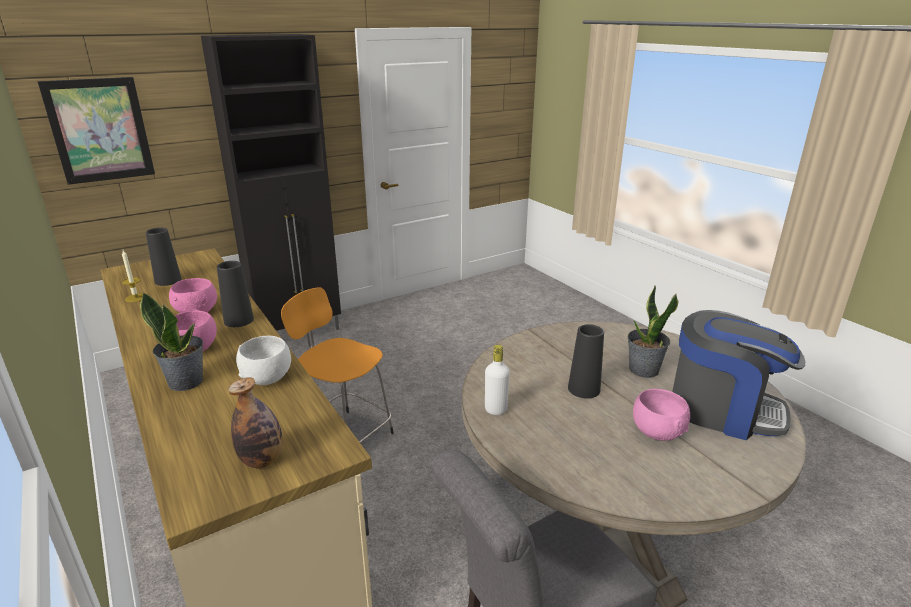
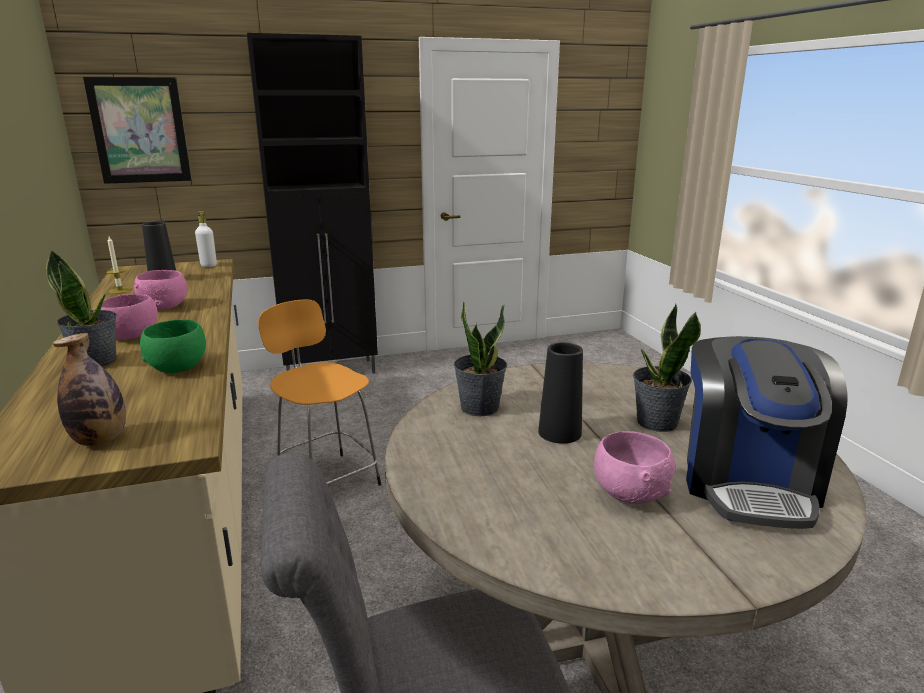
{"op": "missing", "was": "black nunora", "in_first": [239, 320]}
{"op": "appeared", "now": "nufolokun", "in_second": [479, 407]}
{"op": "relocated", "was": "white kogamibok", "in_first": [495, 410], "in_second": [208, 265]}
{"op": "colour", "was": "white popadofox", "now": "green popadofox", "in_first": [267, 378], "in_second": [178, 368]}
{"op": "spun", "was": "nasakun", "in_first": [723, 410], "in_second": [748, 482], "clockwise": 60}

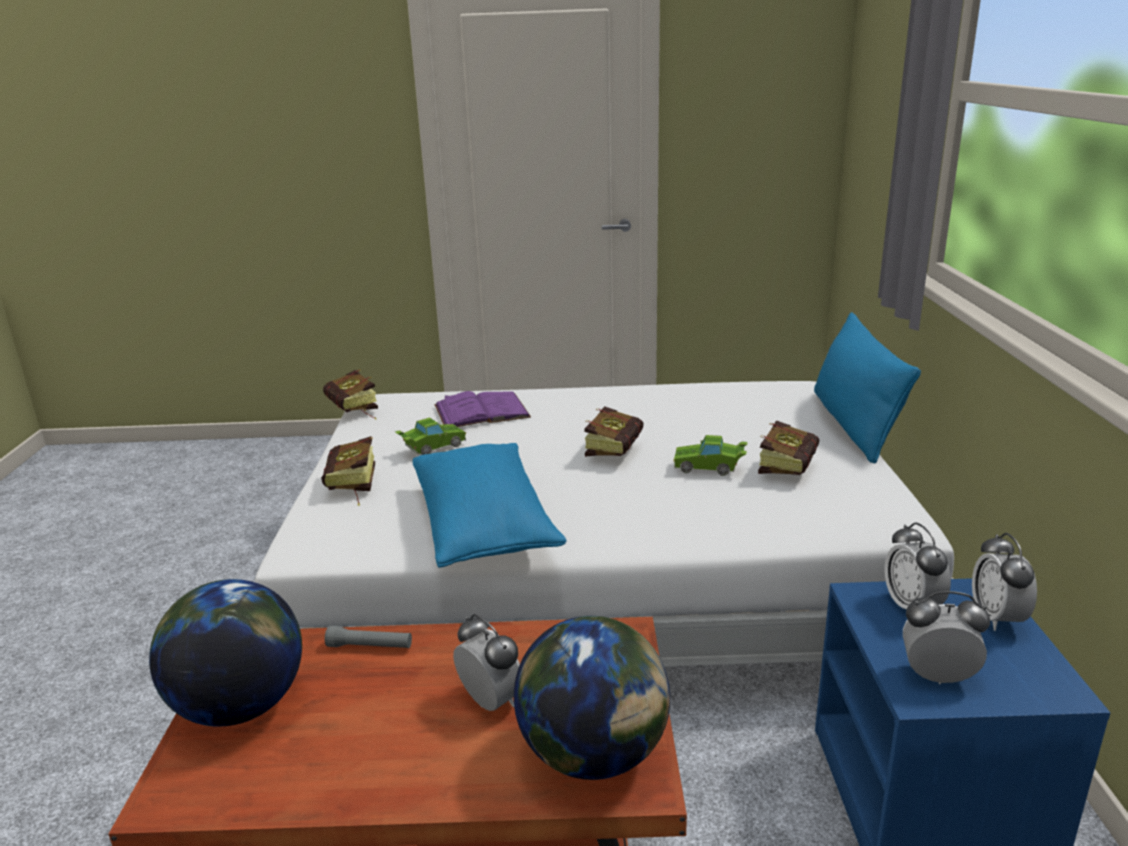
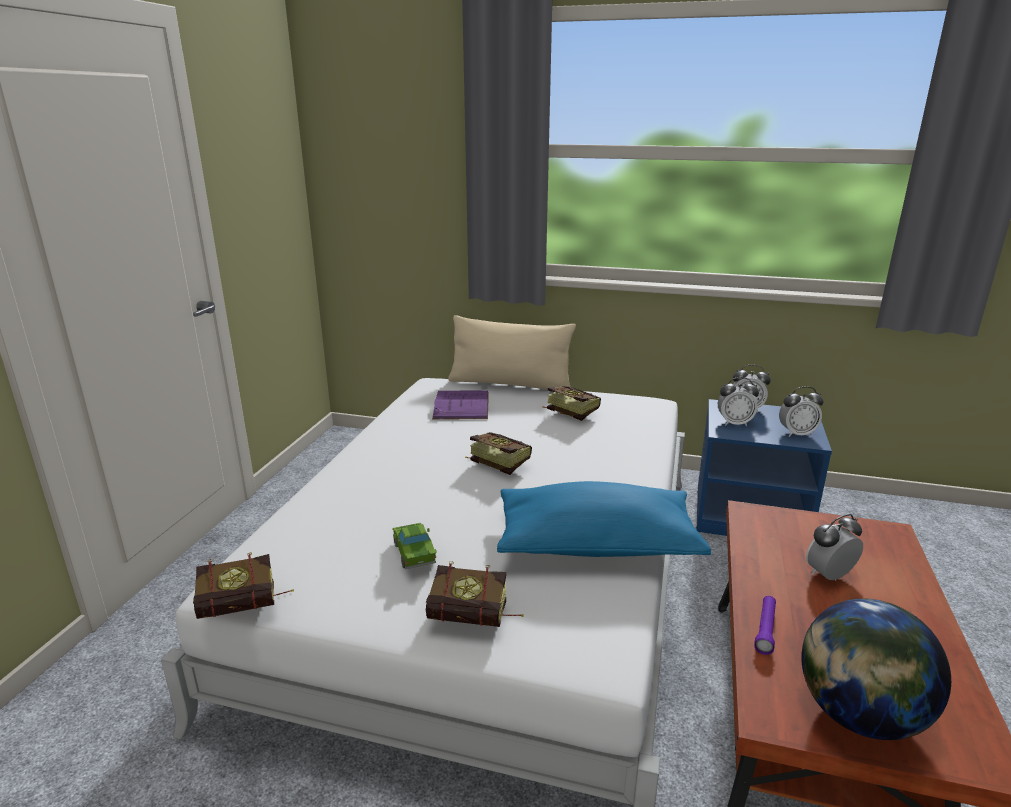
{"op": "missing", "was": "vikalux", "in_first": [594, 755]}
{"op": "missing", "was": "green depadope", "in_first": [709, 467]}
{"op": "relocated", "was": "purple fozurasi", "in_first": [481, 411], "in_second": [461, 405]}
{"op": "colour", "was": "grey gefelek", "now": "purple gefelek", "in_first": [370, 646], "in_second": [765, 630]}
{"op": "colour", "was": "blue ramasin", "now": "beige ramasin", "in_first": [854, 424], "in_second": [510, 384]}
{"op": "spun", "was": "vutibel", "in_first": [938, 676], "in_second": [796, 434], "clockwise": -120}

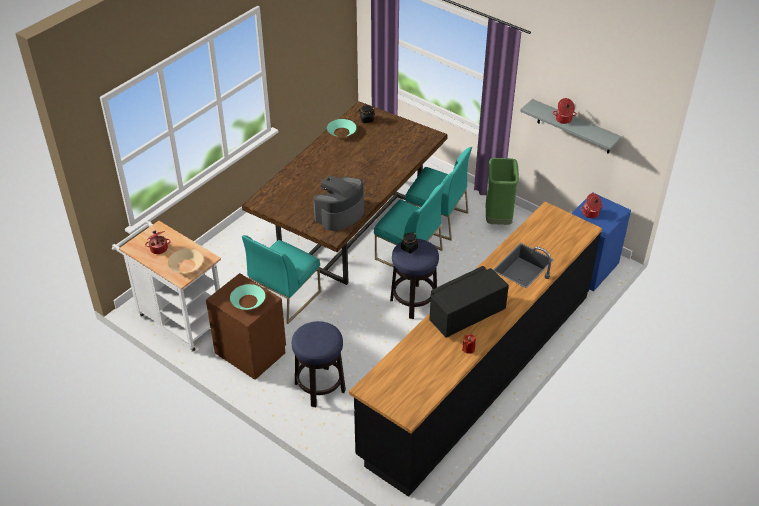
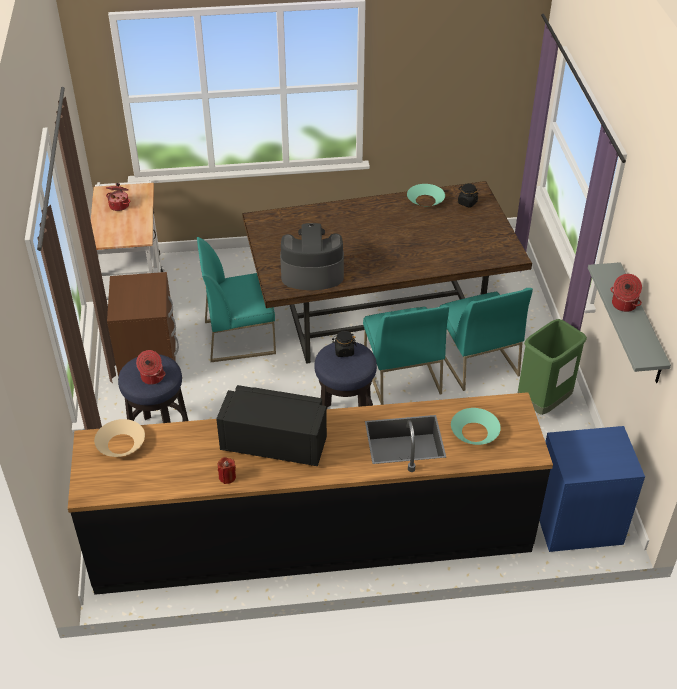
{"op": "relocated", "was": "beige popadofox", "in_first": [186, 265], "in_second": [121, 444]}
{"op": "relocated", "was": "turquoise popadofox", "in_first": [248, 301], "in_second": [474, 431]}
{"op": "relocated", "was": "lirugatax", "in_first": [590, 213], "in_second": [152, 377]}

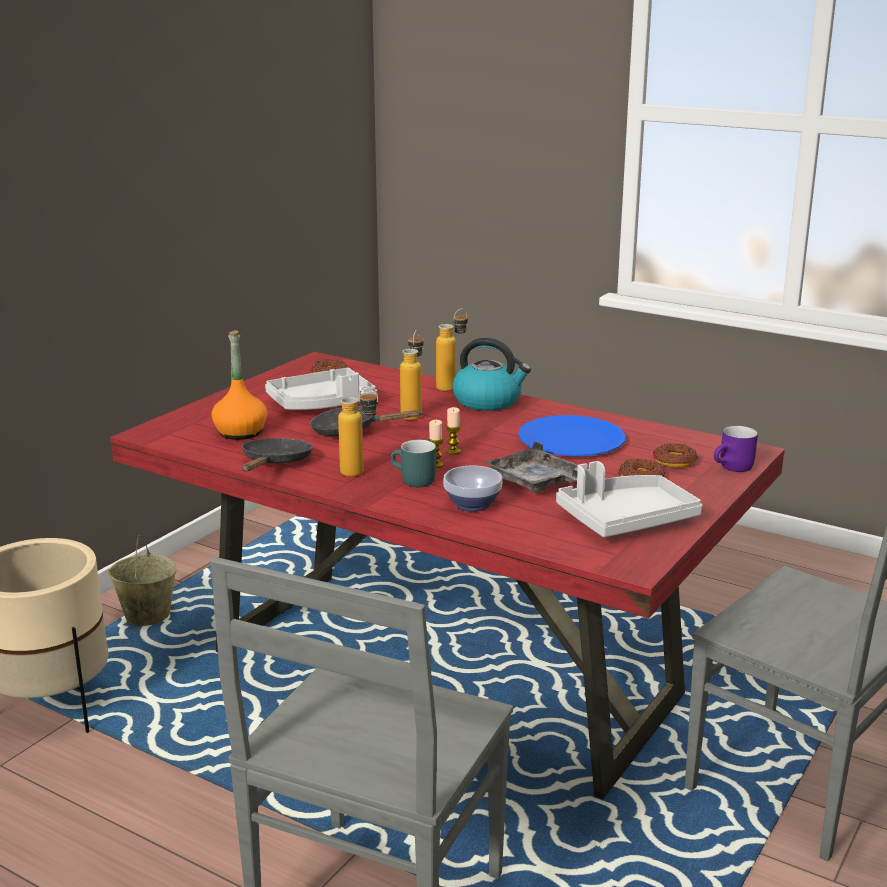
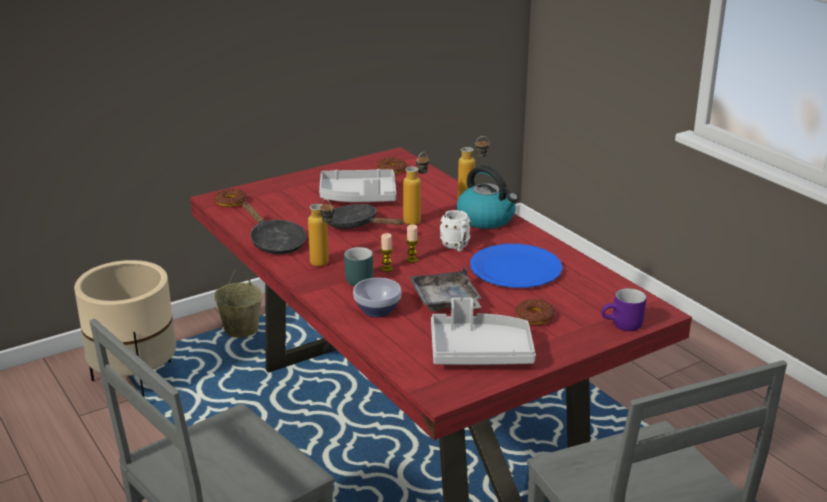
{"op": "missing", "was": "orange kogamibok", "in_first": [240, 432]}
{"op": "appeared", "now": "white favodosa", "in_second": [456, 247]}
{"op": "relocated", "was": "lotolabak", "in_first": [674, 461], "in_second": [231, 202]}
{"op": "spun", "was": "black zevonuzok", "in_first": [275, 463], "in_second": [275, 242], "clockwise": 105}

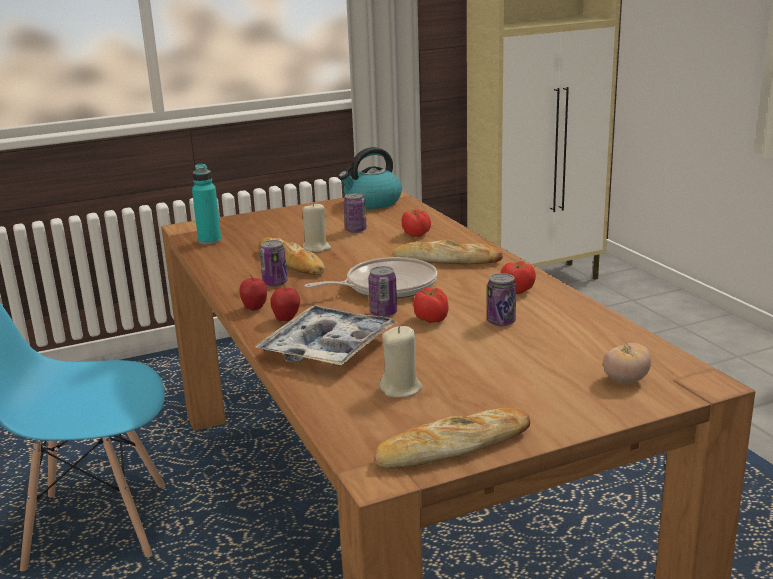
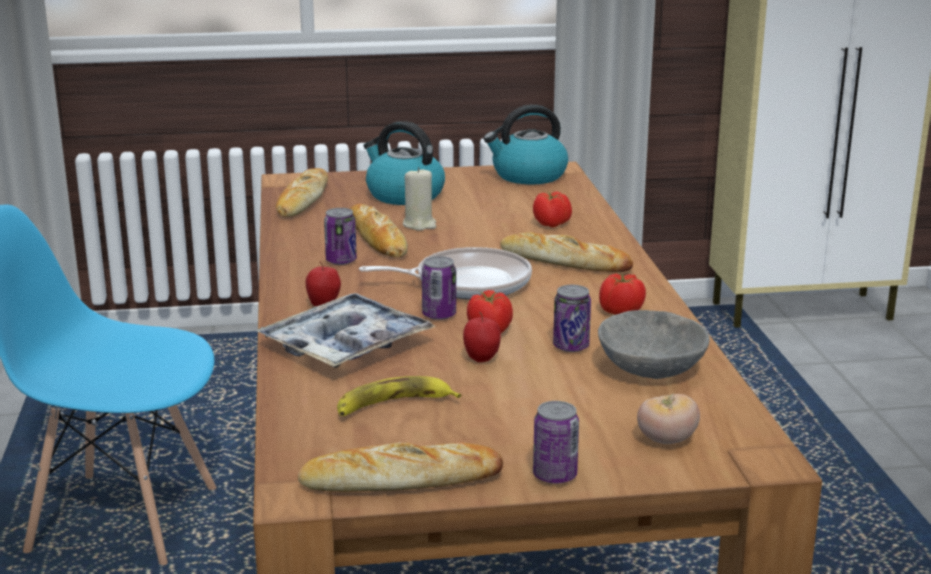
{"op": "appeared", "now": "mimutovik", "in_second": [403, 195]}
{"op": "appeared", "now": "grey popadofox", "in_second": [650, 369]}
{"op": "relocated", "was": "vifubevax", "in_first": [255, 309], "in_second": [481, 360]}
{"op": "relocated", "was": "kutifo", "in_first": [355, 230], "in_second": [554, 476]}
{"op": "exchanged", "was": "turquoise kogamibok", "now": "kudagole", "in_first": [209, 241], "in_second": [302, 200]}
{"op": "exchanged", "was": "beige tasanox", "now": "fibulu", "in_first": [401, 389], "in_second": [393, 405]}

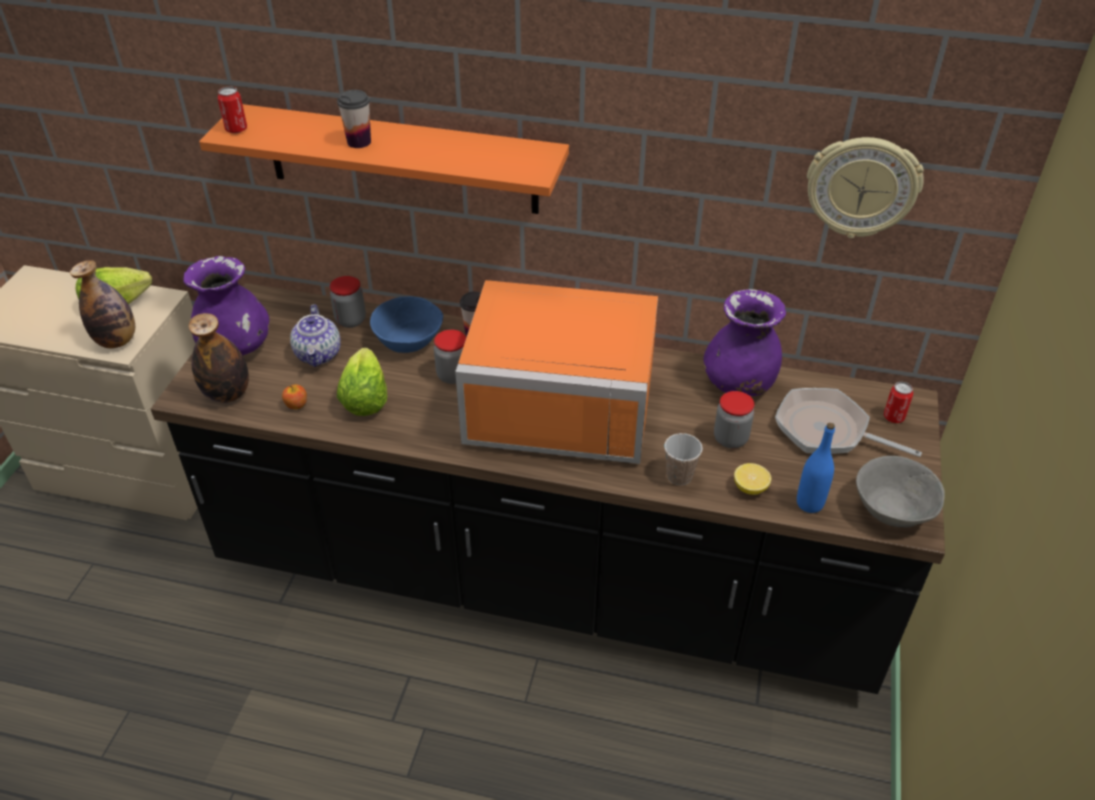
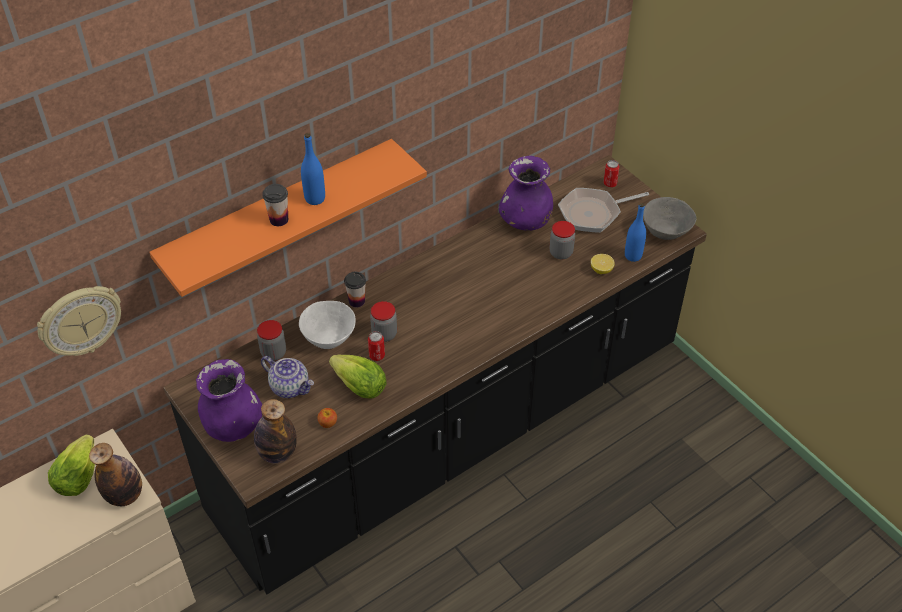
{"op": "missing", "was": "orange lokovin", "in_first": [563, 399]}
{"op": "missing", "was": "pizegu", "in_first": [679, 476]}
{"op": "appeared", "now": "blue kogamibok", "in_second": [315, 198]}
{"op": "relocated", "was": "kutifo", "in_first": [236, 129], "in_second": [377, 355]}
{"op": "relocated", "was": "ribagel", "in_first": [862, 187], "in_second": [80, 321]}
{"op": "colour", "was": "blue popadofox", "now": "white popadofox", "in_first": [408, 342], "in_second": [329, 337]}

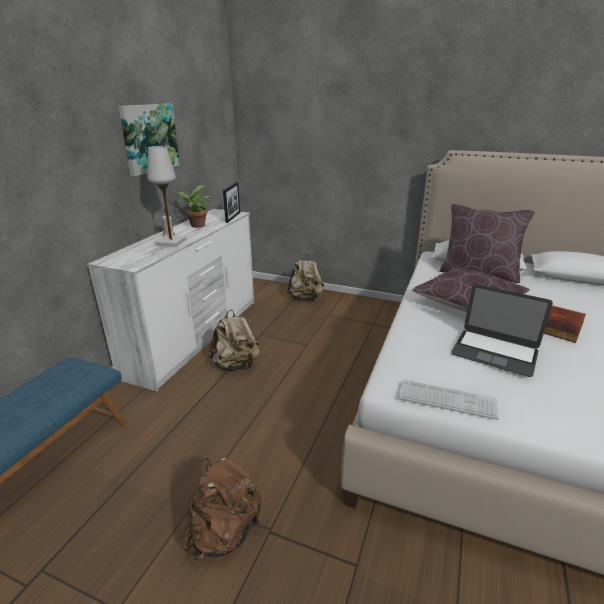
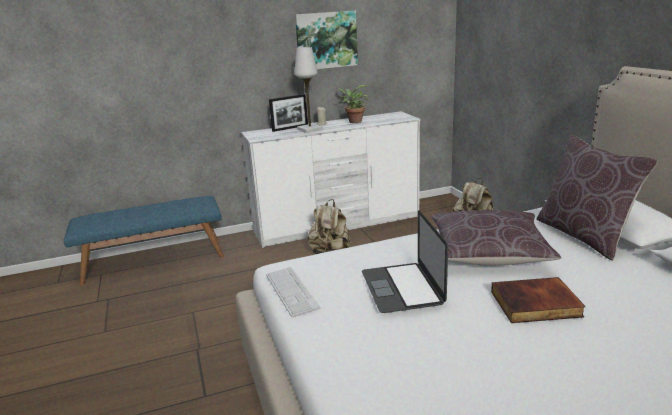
{"op": "missing", "was": "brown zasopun", "in_first": [224, 532]}
{"op": "relocated", "was": "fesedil", "in_first": [233, 217], "in_second": [290, 128]}

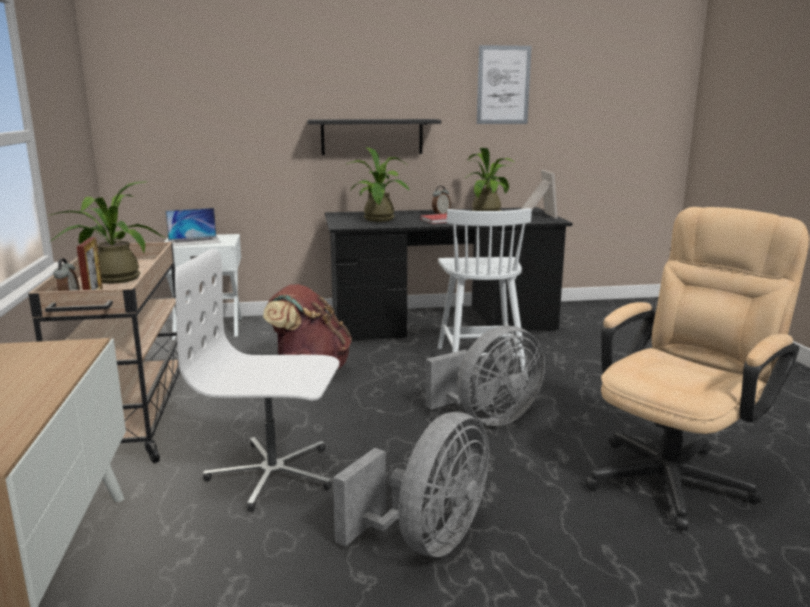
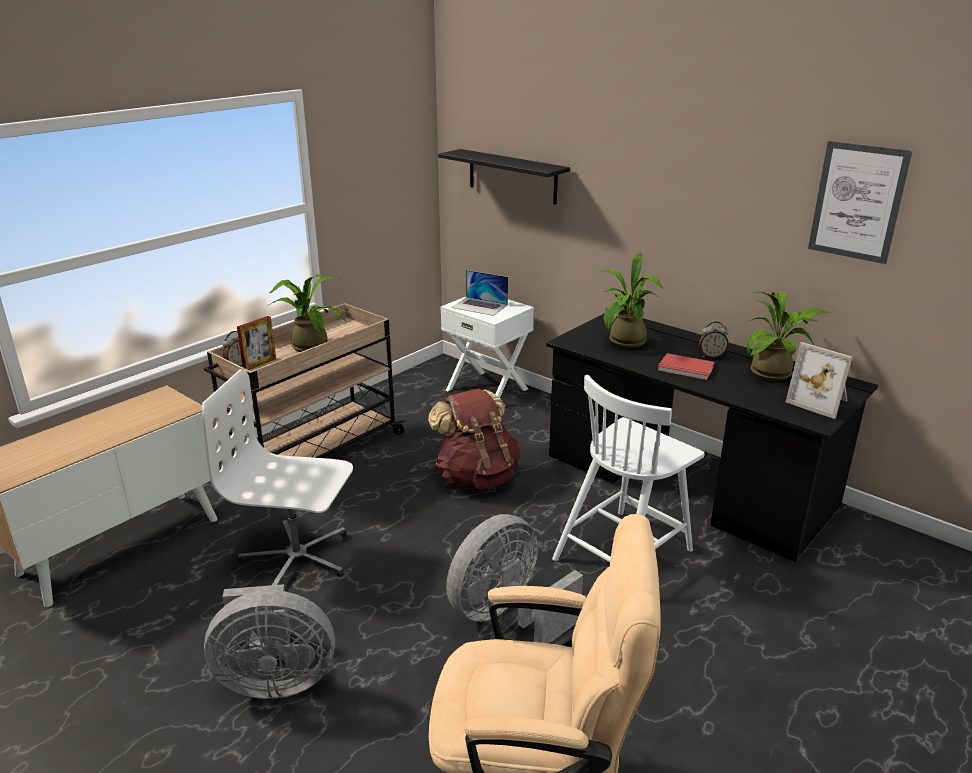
{"op": "relocated", "was": "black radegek", "in_first": [372, 136], "in_second": [512, 176]}
{"op": "spun", "was": "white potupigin", "in_first": [273, 474], "in_second": [297, 558], "clockwise": -45}
{"op": "spun", "was": "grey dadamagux", "in_first": [488, 418], "in_second": [506, 616], "clockwise": 120}
{"op": "spun", "was": "fesedil", "in_first": [535, 215], "in_second": [820, 402], "clockwise": 90}

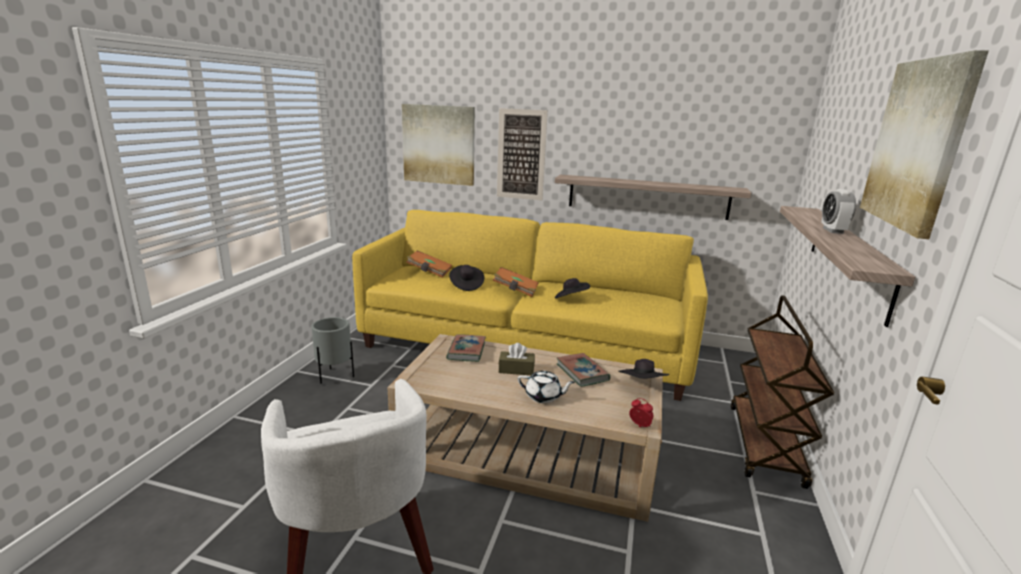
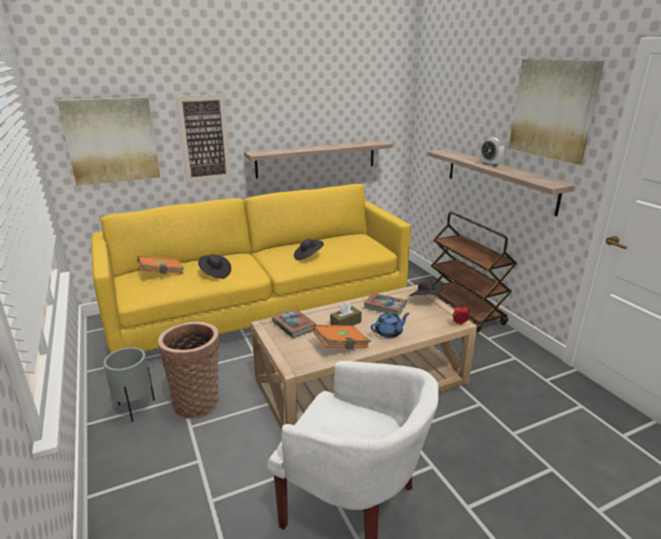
{"op": "appeared", "now": "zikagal", "in_second": [197, 401]}
{"op": "relocated", "was": "orange fozurasi", "in_first": [515, 290], "in_second": [341, 346]}
{"op": "colour", "was": "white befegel", "now": "blue befegel", "in_first": [544, 397], "in_second": [389, 333]}

